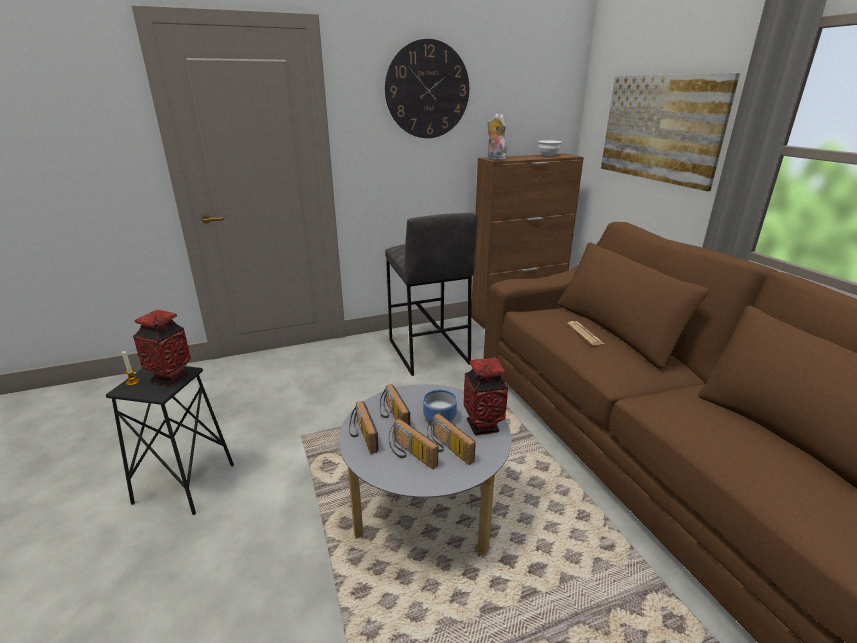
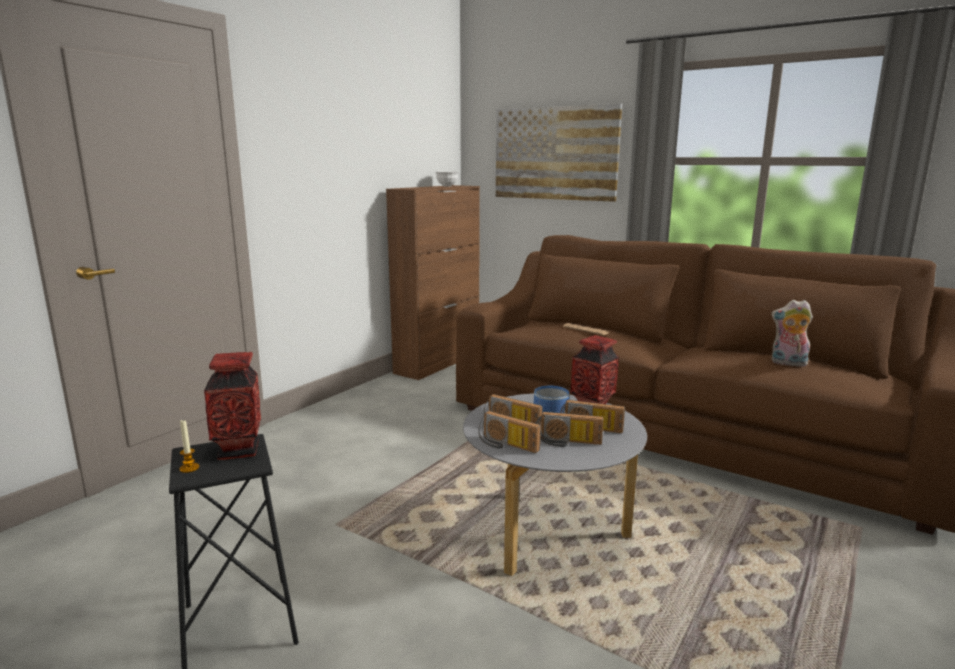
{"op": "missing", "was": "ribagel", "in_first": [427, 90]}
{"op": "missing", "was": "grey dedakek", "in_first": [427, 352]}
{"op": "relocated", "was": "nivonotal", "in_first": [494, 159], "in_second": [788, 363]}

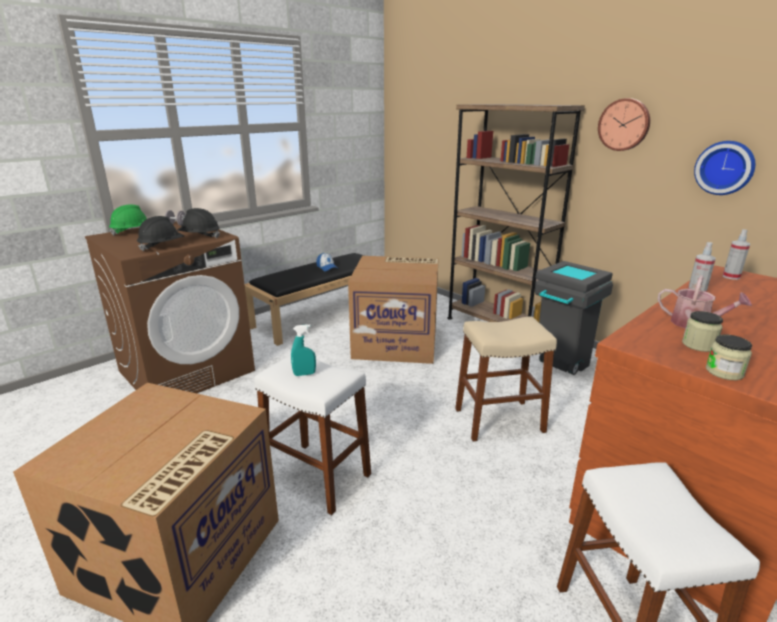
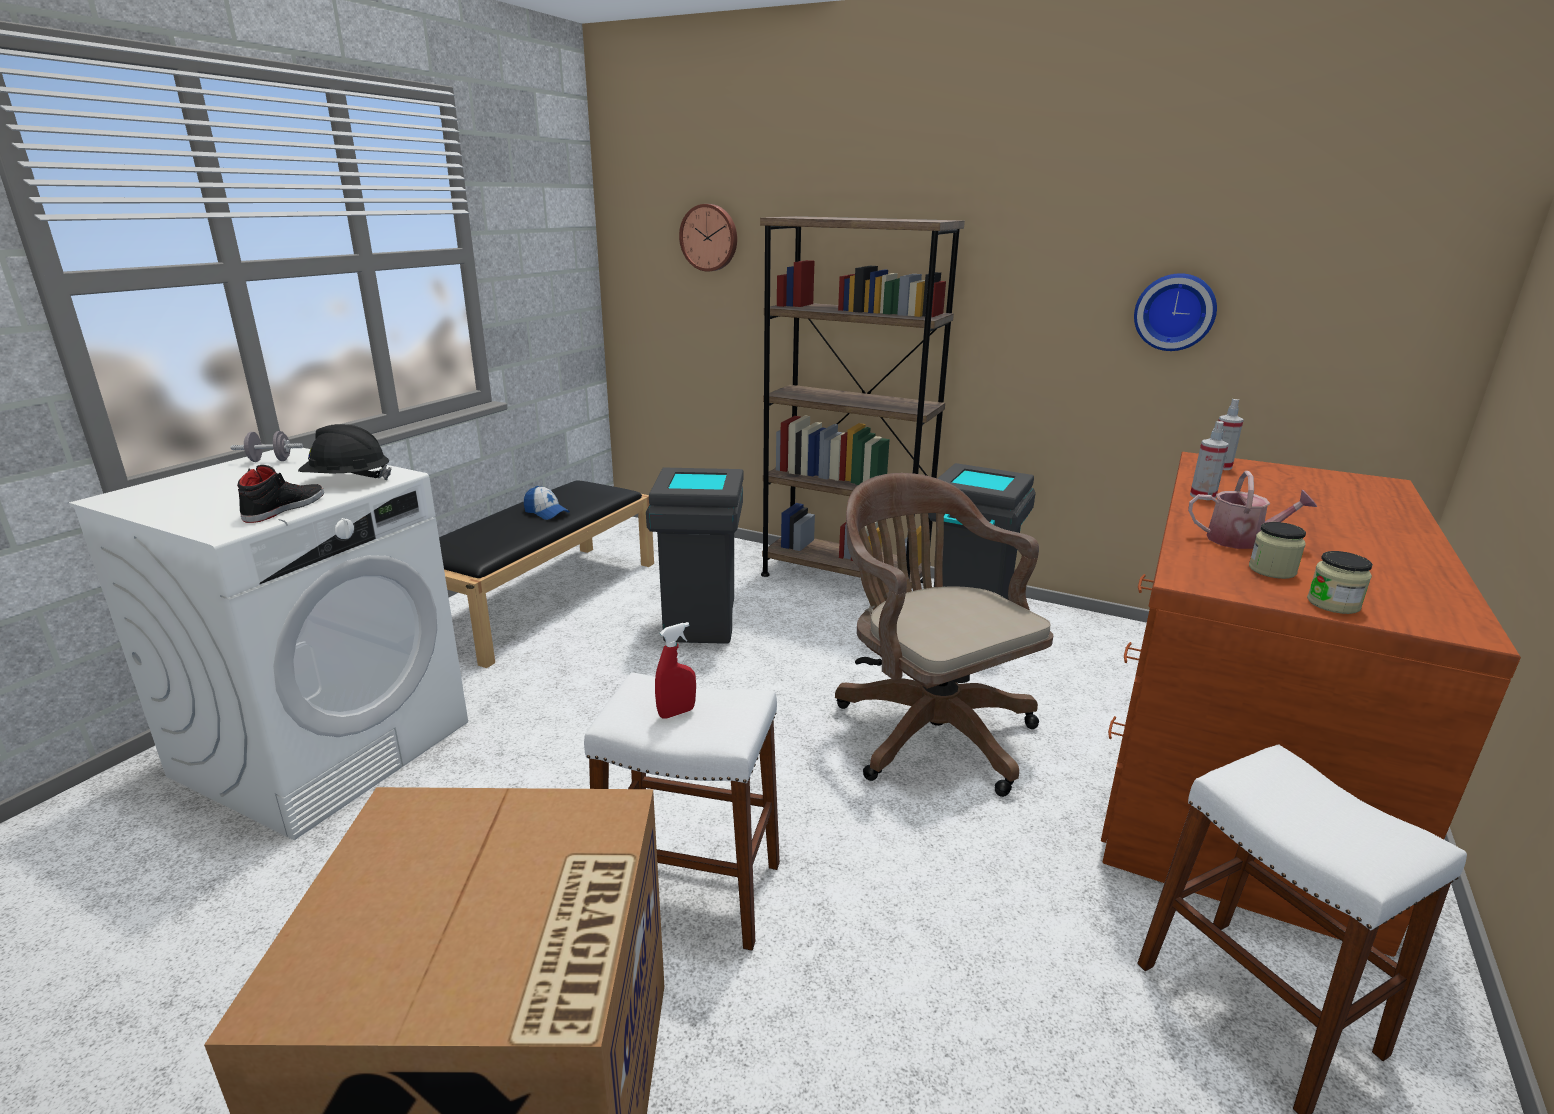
{"op": "missing", "was": "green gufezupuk", "in_first": [133, 232]}
{"op": "relocated", "was": "ribagel", "in_first": [624, 124], "in_second": [709, 237]}
{"op": "exchanged", "was": "black gufezupuk", "now": "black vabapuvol", "in_first": [162, 246], "in_second": [284, 508]}
{"op": "exchanged", "was": "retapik", "now": "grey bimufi", "in_first": [397, 342], "in_second": [700, 627]}
{"op": "exchanged", "was": "beige dedakek", "now": "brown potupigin", "in_first": [499, 420], "in_second": [927, 729]}
{"op": "colour", "was": "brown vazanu", "now": "white vazanu", "in_first": [187, 370], "in_second": [326, 747]}
{"op": "colour", "was": "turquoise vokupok", "now": "red vokupok", "in_first": [304, 374], "in_second": [676, 712]}

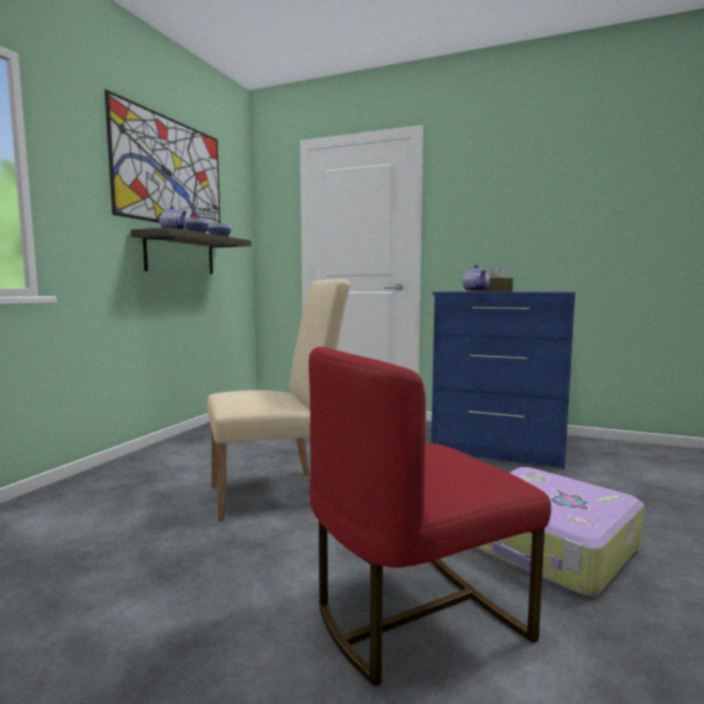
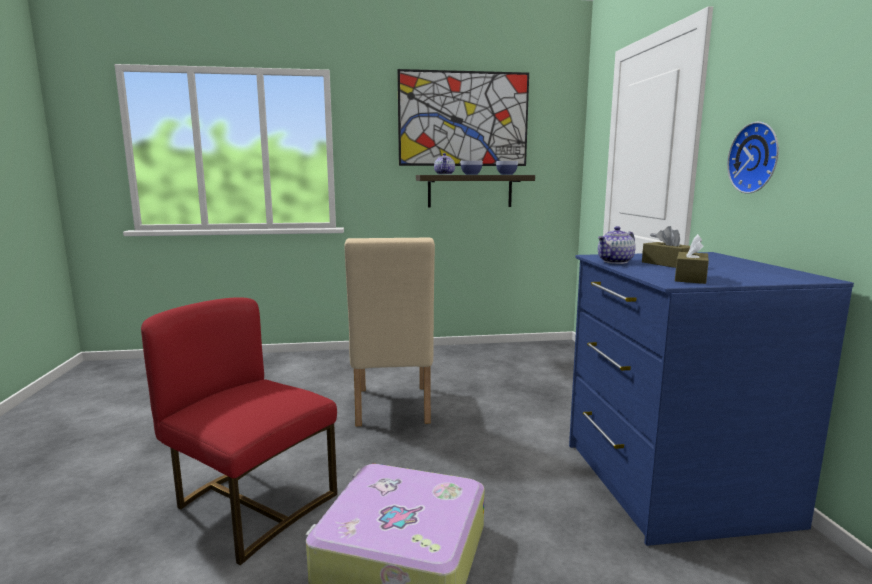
{"op": "appeared", "now": "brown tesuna", "in_second": [690, 278]}
{"op": "appeared", "now": "ribagel", "in_second": [756, 158]}
{"op": "spun", "was": "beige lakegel", "in_first": [279, 492], "in_second": [392, 409], "clockwise": 45}

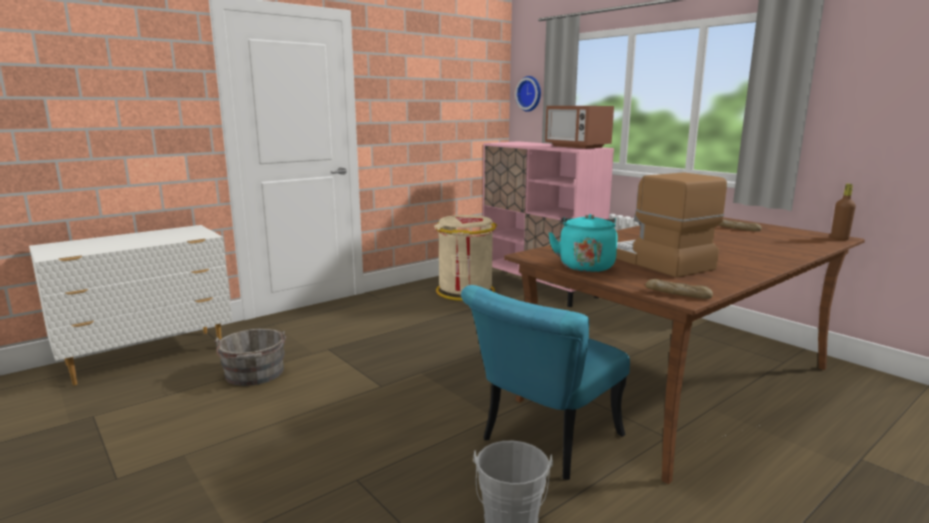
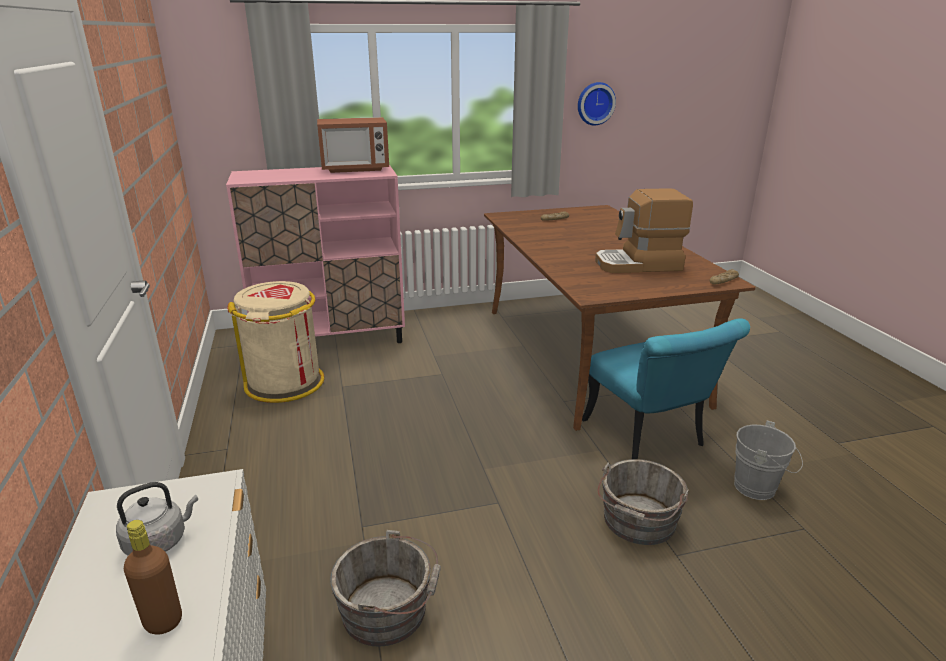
{"op": "missing", "was": "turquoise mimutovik", "in_first": [585, 266]}
{"op": "appeared", "now": "grey mimutovik", "in_second": [159, 541]}
{"op": "appeared", "now": "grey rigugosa", "in_second": [637, 522]}
{"op": "relocated", "was": "ribagel", "in_first": [530, 93], "in_second": [595, 103]}
{"op": "relocated", "was": "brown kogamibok", "in_first": [839, 239], "in_second": [163, 621]}

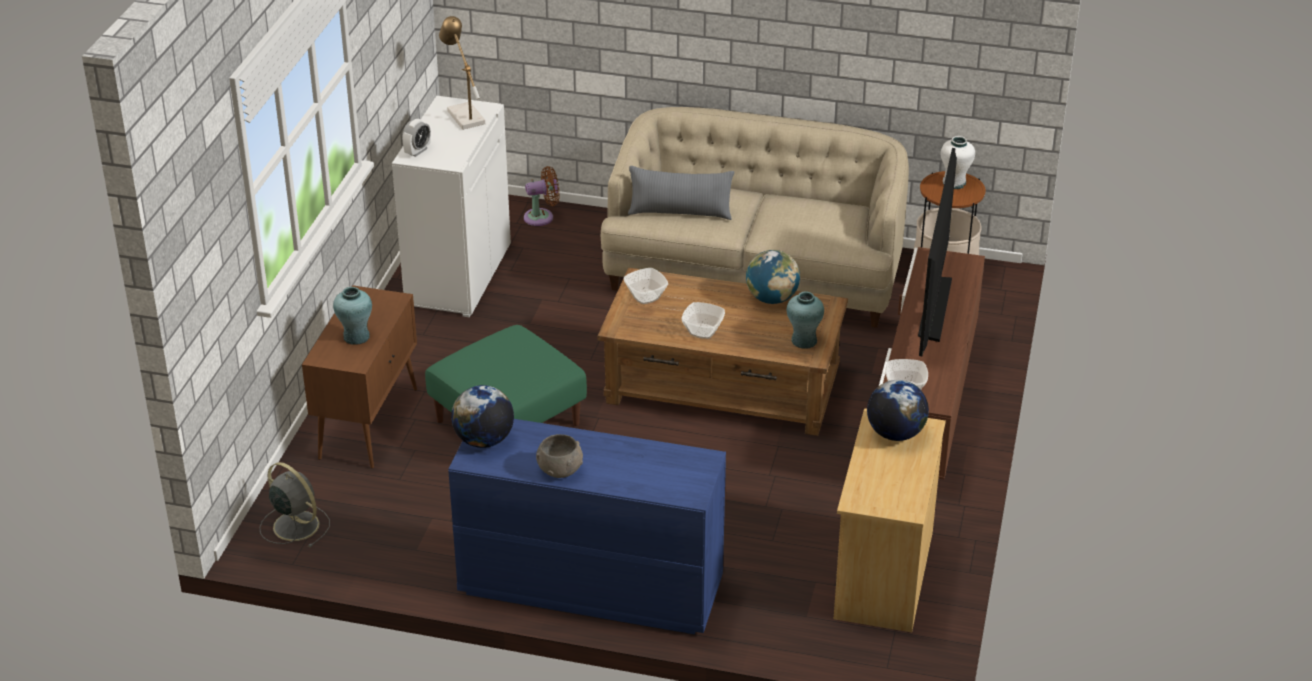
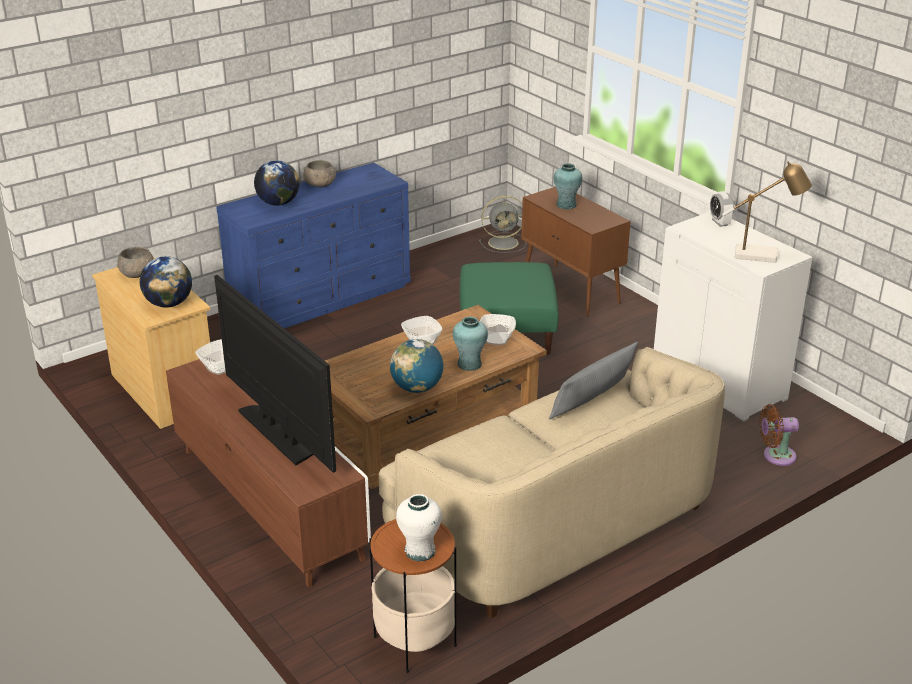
{"op": "appeared", "now": "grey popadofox", "in_second": [138, 274]}
{"op": "relocated", "was": "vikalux", "in_first": [484, 440], "in_second": [278, 203]}
{"op": "relocated", "was": "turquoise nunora", "in_first": [804, 341], "in_second": [469, 364]}
{"op": "spun", "was": "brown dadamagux", "in_first": [542, 217], "in_second": [776, 456], "clockwise": 60}

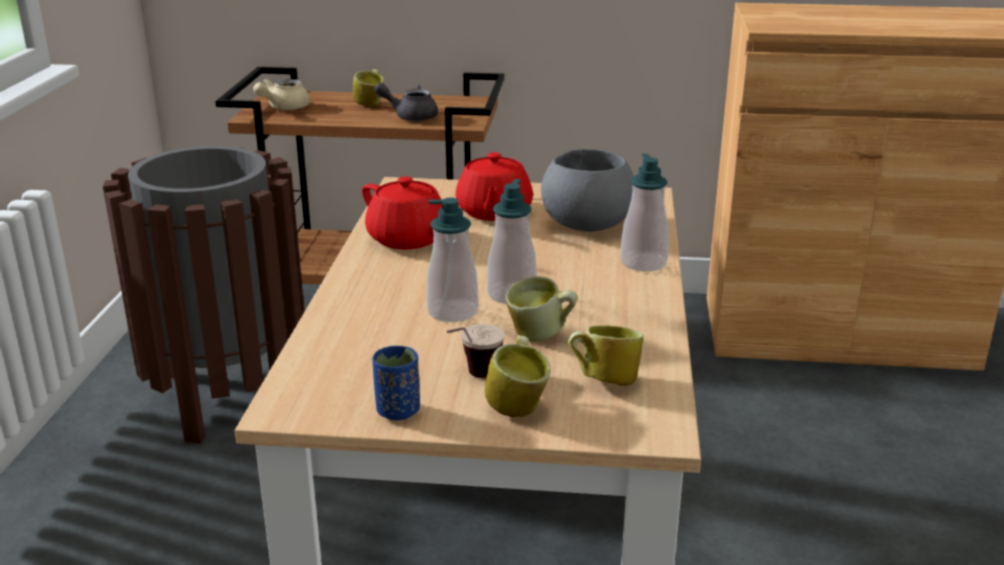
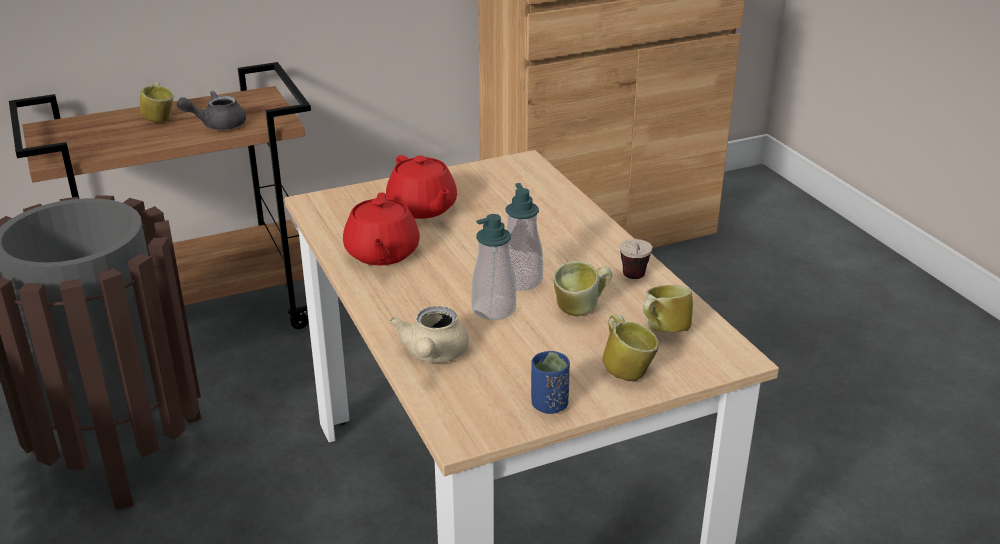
{"op": "missing", "was": "grey popadofox", "in_first": [587, 223]}
{"op": "missing", "was": "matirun", "in_first": [643, 263]}
{"op": "relocated", "was": "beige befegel", "in_first": [283, 108], "in_second": [433, 355]}
{"op": "relocated", "was": "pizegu", "in_first": [472, 379], "in_second": [634, 281]}
{"op": "spun", "was": "red befegel", "in_first": [408, 239], "in_second": [381, 254], "clockwise": 75}

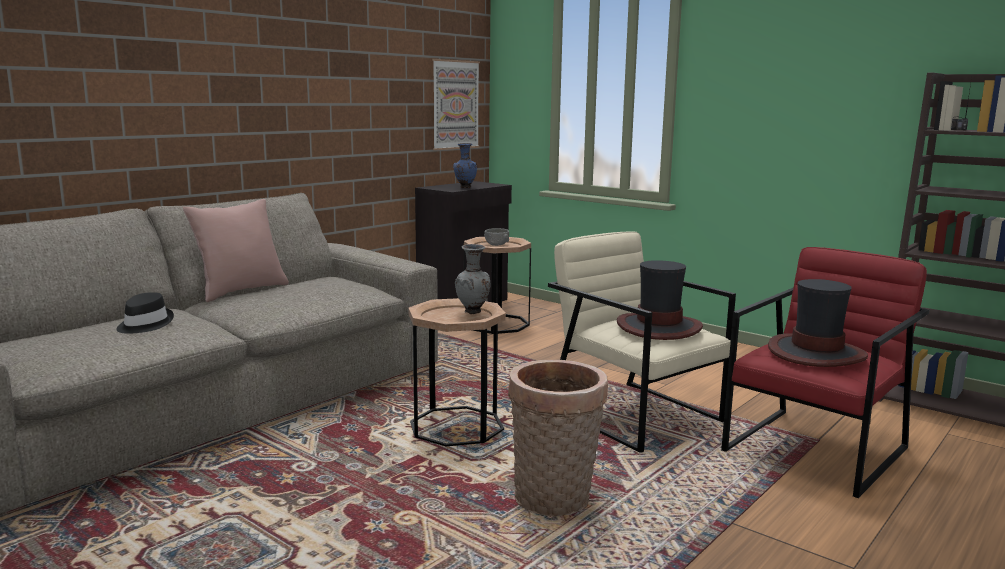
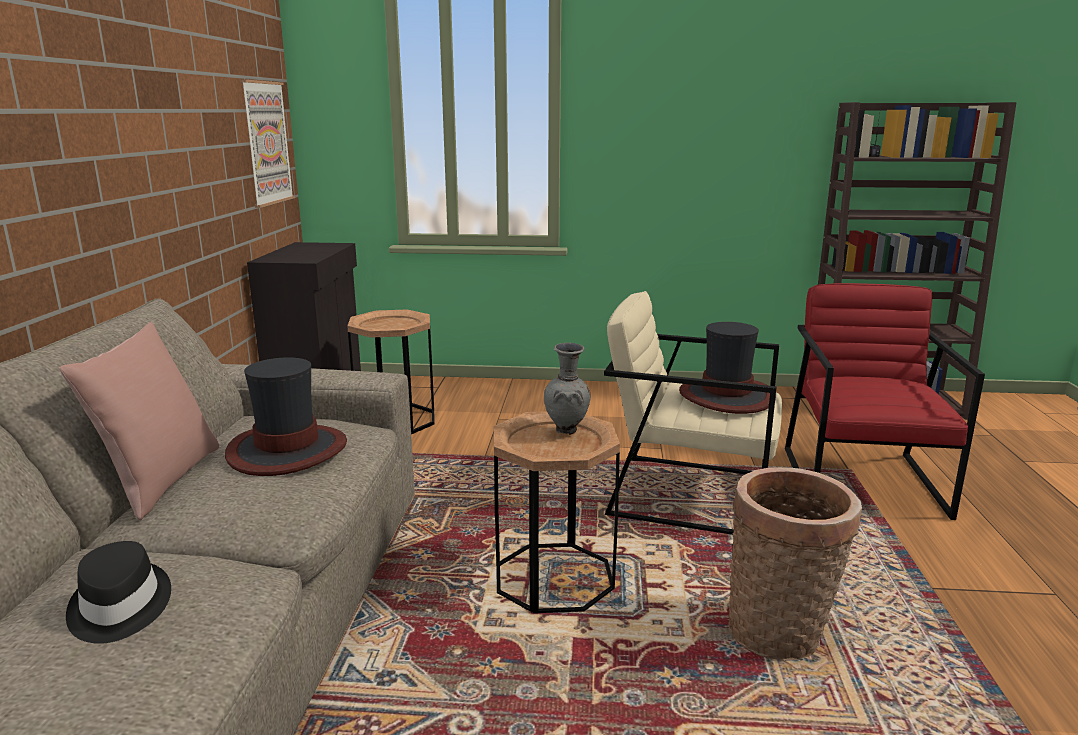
{"op": "missing", "was": "blue nunora", "in_first": [464, 187]}
{"op": "missing", "was": "grey popadofox", "in_first": [496, 245]}
{"op": "relocated", "was": "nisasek", "in_first": [816, 353], "in_second": [287, 450]}

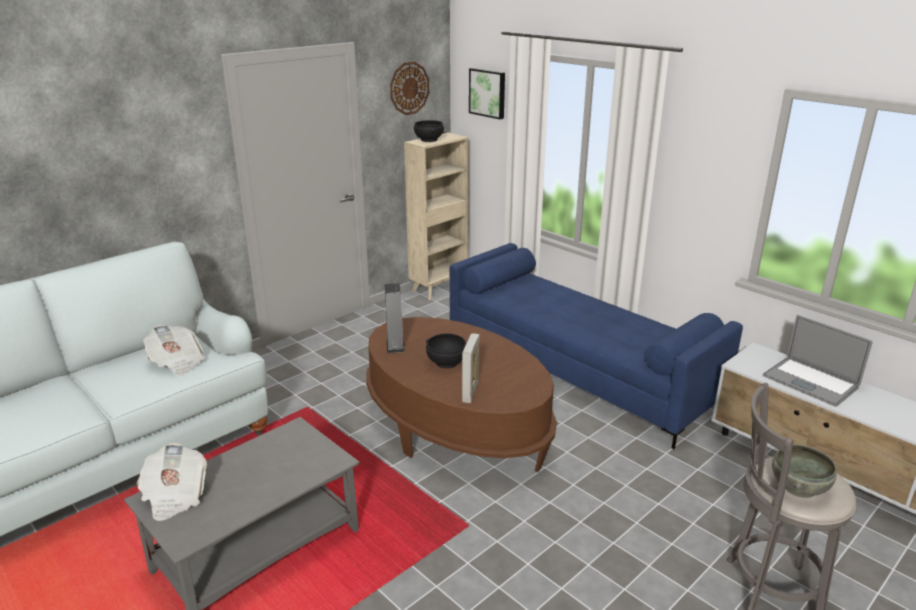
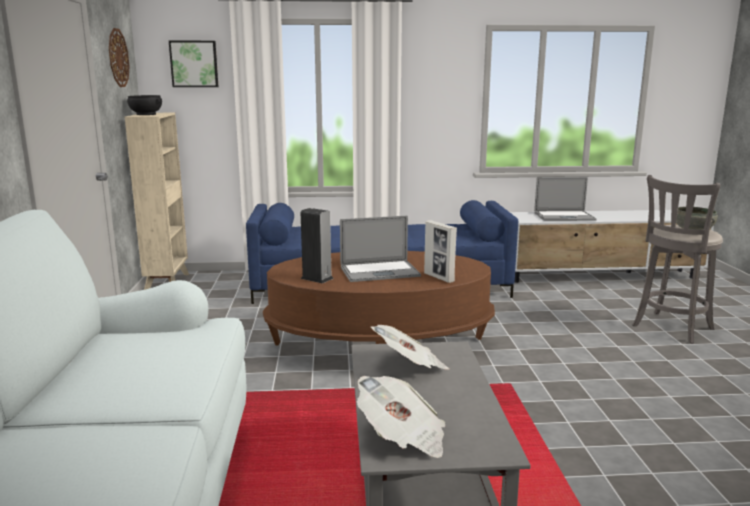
{"op": "relocated", "was": "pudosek", "in_first": [177, 362], "in_second": [410, 366]}
{"op": "exchanged", "was": "black popadofox", "now": "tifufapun", "in_first": [447, 362], "in_second": [379, 272]}

